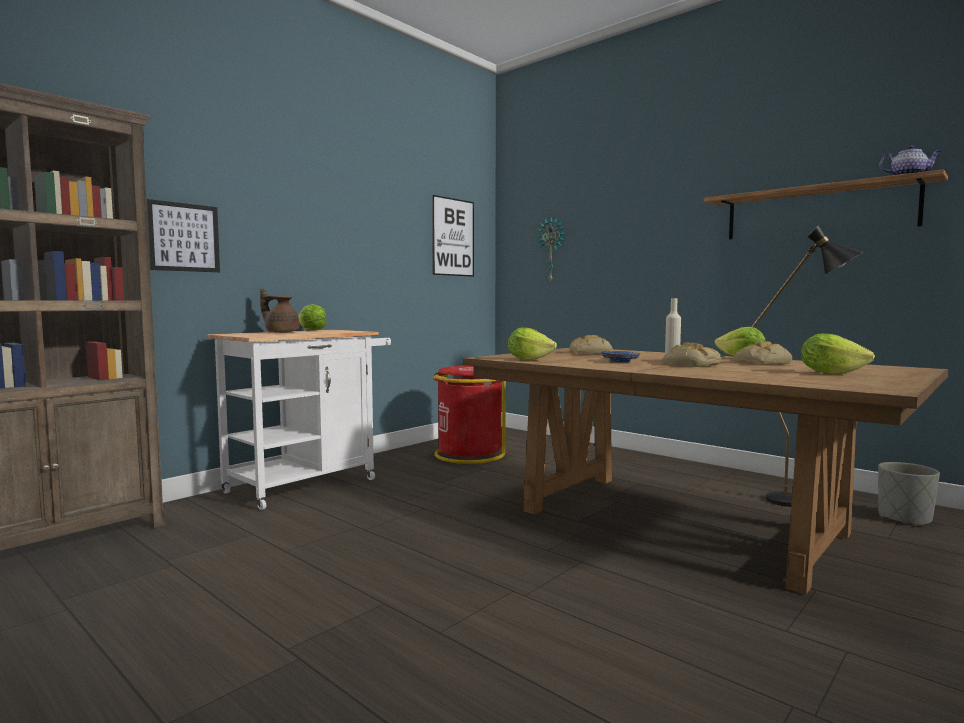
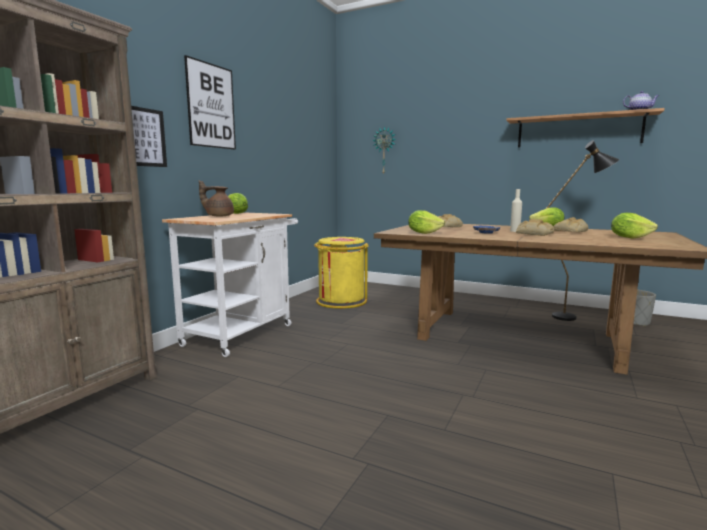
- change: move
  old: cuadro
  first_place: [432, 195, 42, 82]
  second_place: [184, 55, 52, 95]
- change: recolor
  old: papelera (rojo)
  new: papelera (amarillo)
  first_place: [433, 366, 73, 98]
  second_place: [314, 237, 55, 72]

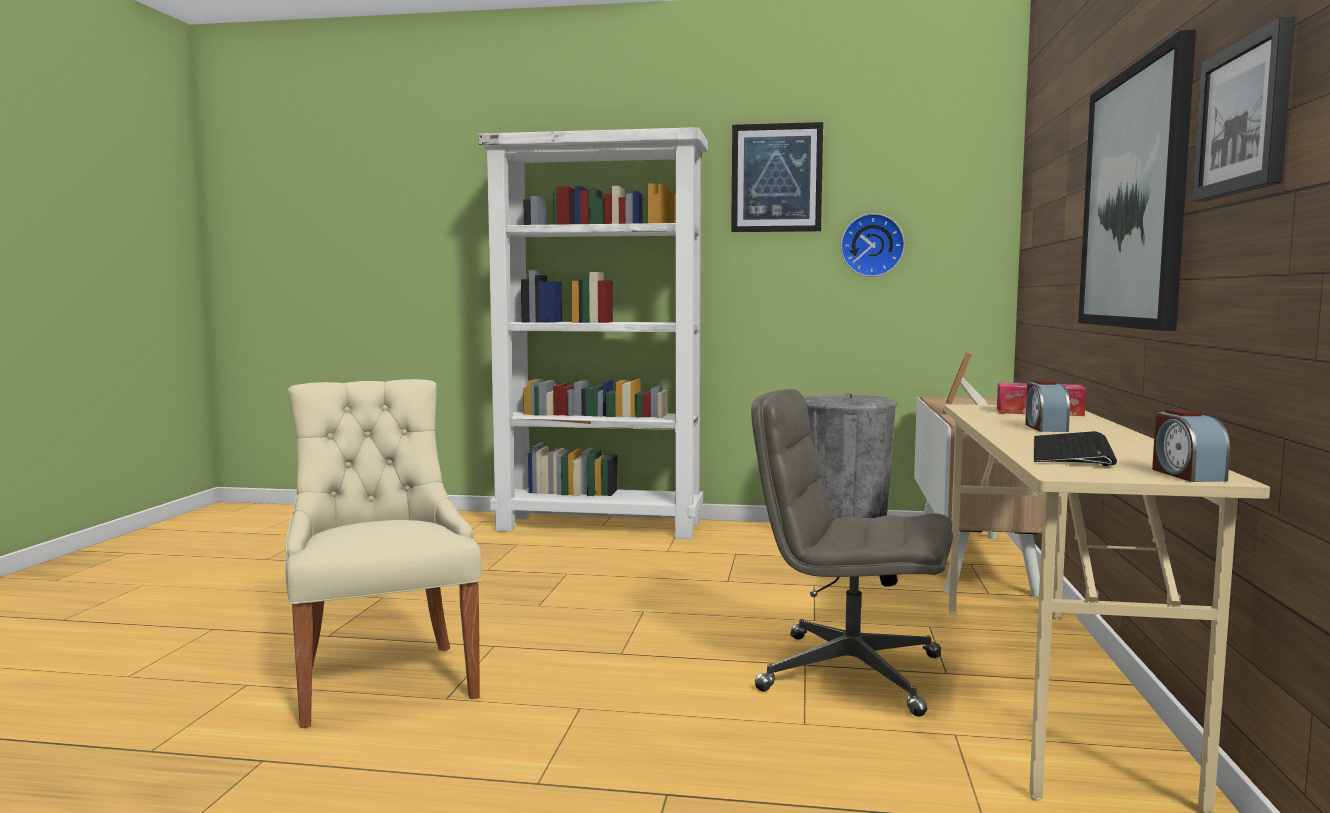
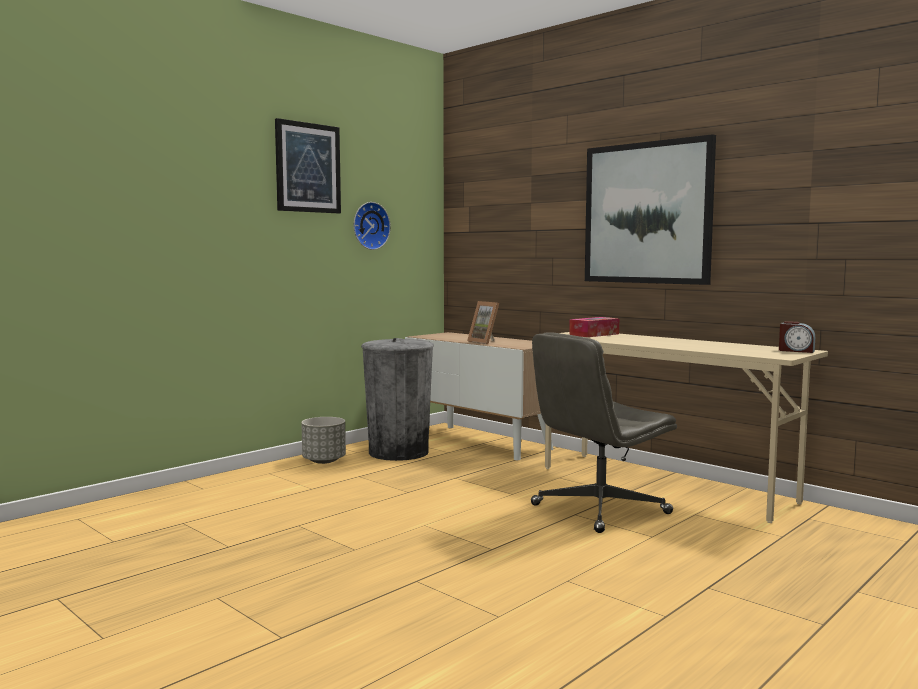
- change: delete
  old: cuadro
  first_place: [1192, 16, 103, 186]
- change: delete
  old: estantería (blanco)
  first_place: [478, 127, 230, 412]
- change: delete
  old: silla (beis)
  first_place: [285, 379, 197, 349]
- change: delete
  old: despertador
  first_place: [1025, 380, 45, 52]
- change: delete
  old: teclado
  first_place: [1034, 431, 83, 35]
- change: insert
  new: maceta (gris)
  second_place: [301, 417, 45, 47]

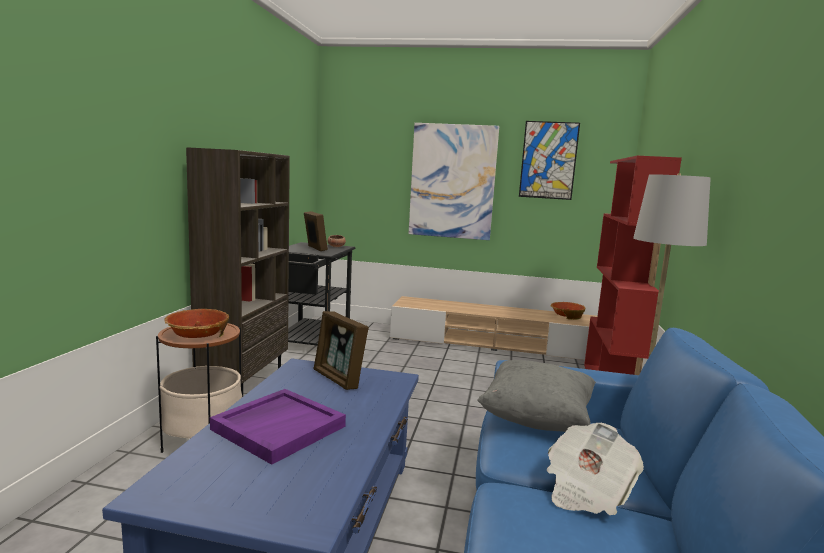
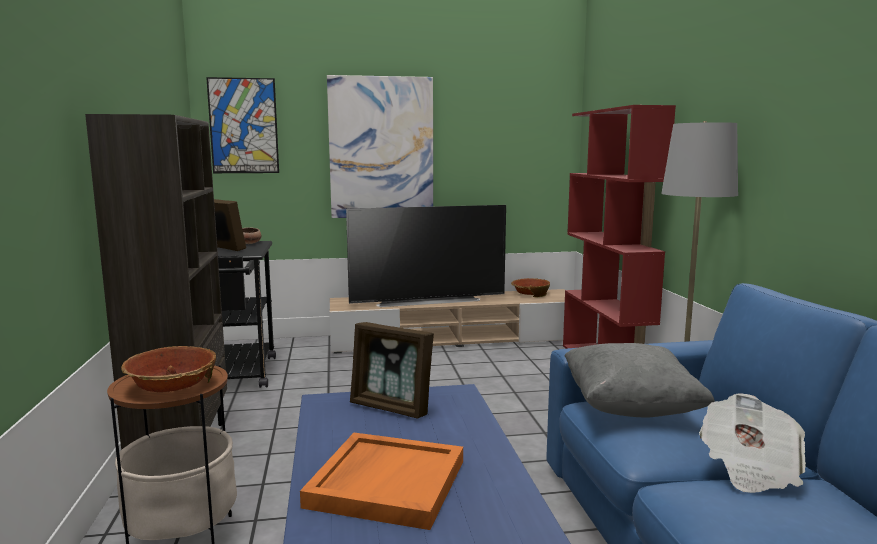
- change: move
  old: cuadro
  first_place: [519, 121, 61, 79]
  second_place: [206, 77, 73, 96]
- change: recolor
  old: bandeja (morado)
  new: bandeja (naranja)
  first_place: [210, 389, 136, 76]
  second_place: [300, 433, 163, 97]
- change: insert
  new: televisor
  second_place: [346, 205, 160, 102]

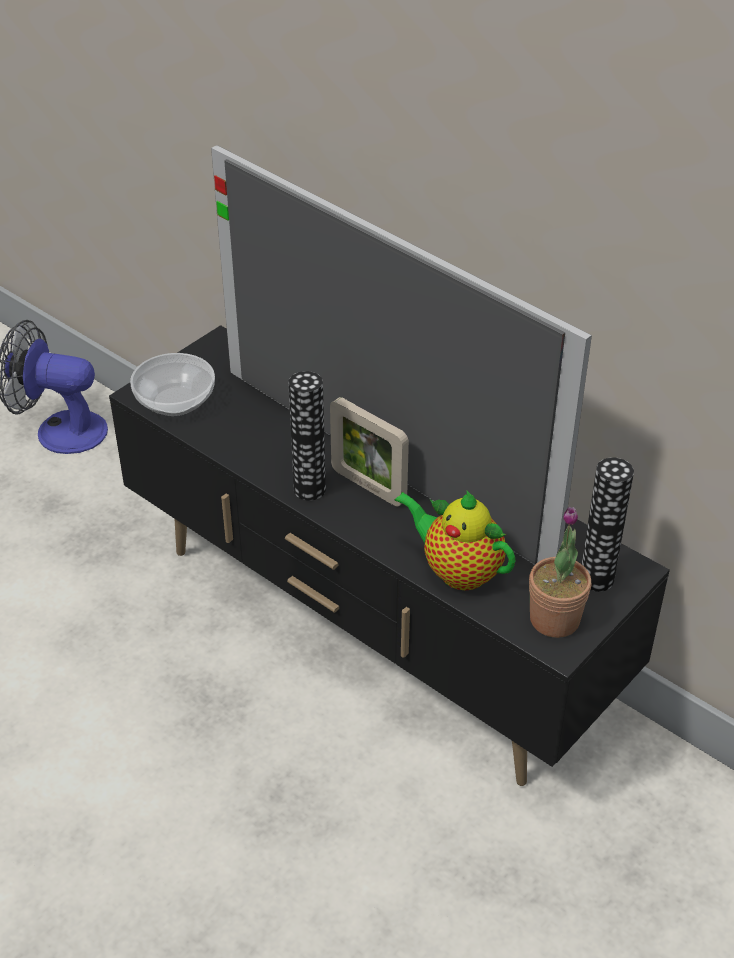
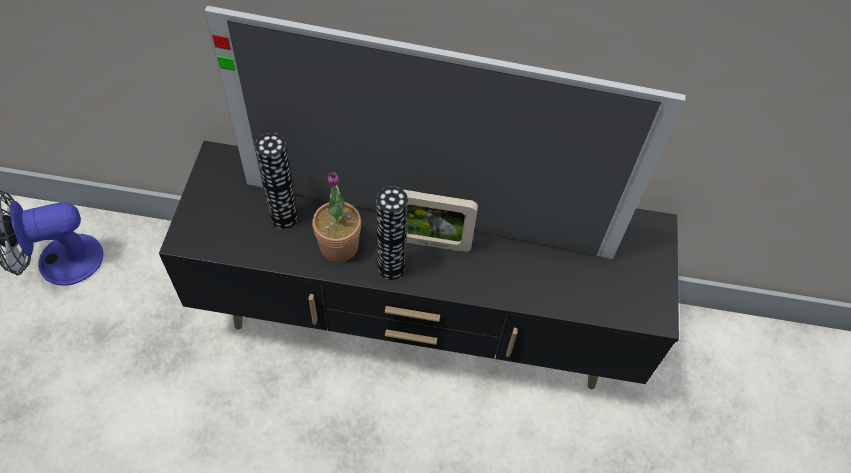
- change: delete
  old: cuenco
  first_place: [130, 353, 85, 63]
- change: move
  old: florero
  first_place: [582, 457, 52, 135]
  second_place: [255, 133, 43, 96]
- change: delete
  old: tetera
  first_place: [394, 491, 122, 100]
- change: move
  old: planta en maceta
  first_place: [529, 506, 62, 132]
  second_place: [312, 172, 49, 90]

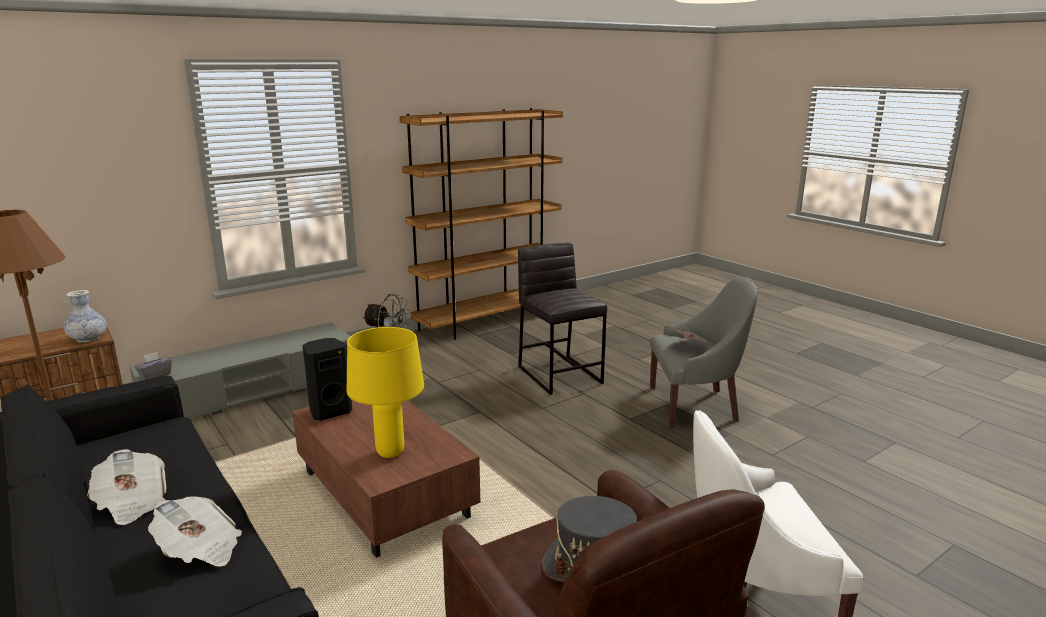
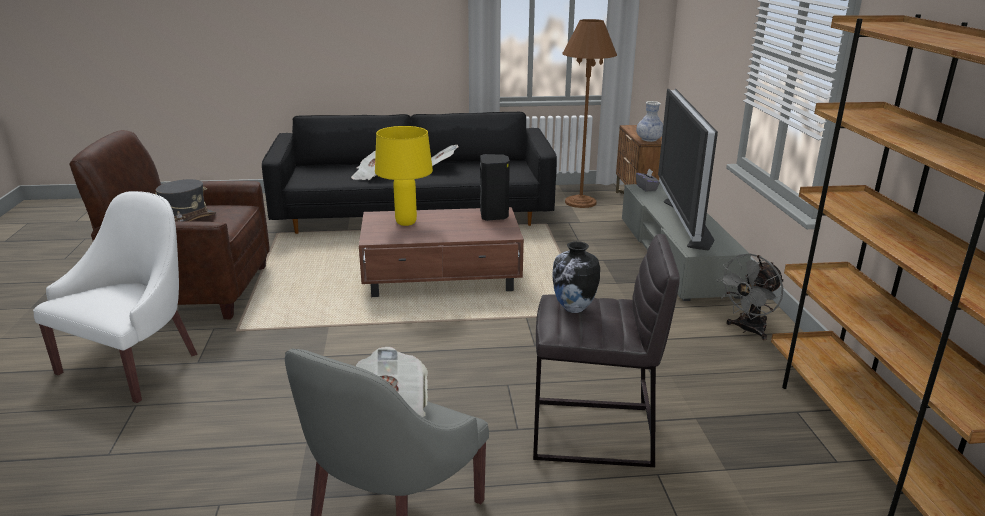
- change: insert
  new: televisor
  second_place: [658, 89, 60, 161]
- change: insert
  new: florero
  second_place: [552, 241, 48, 72]

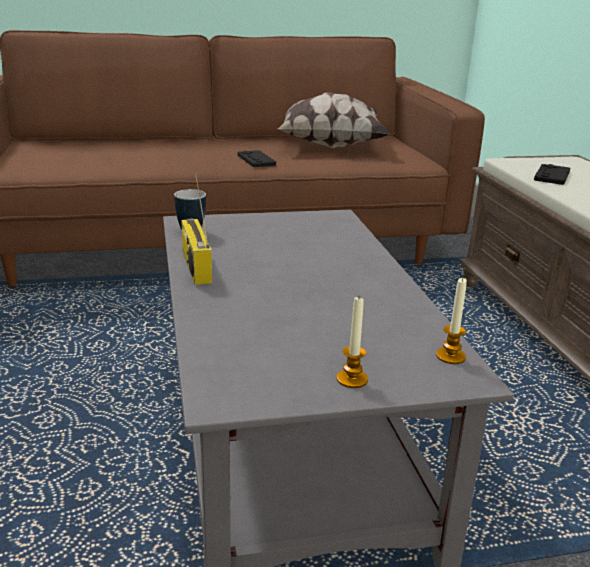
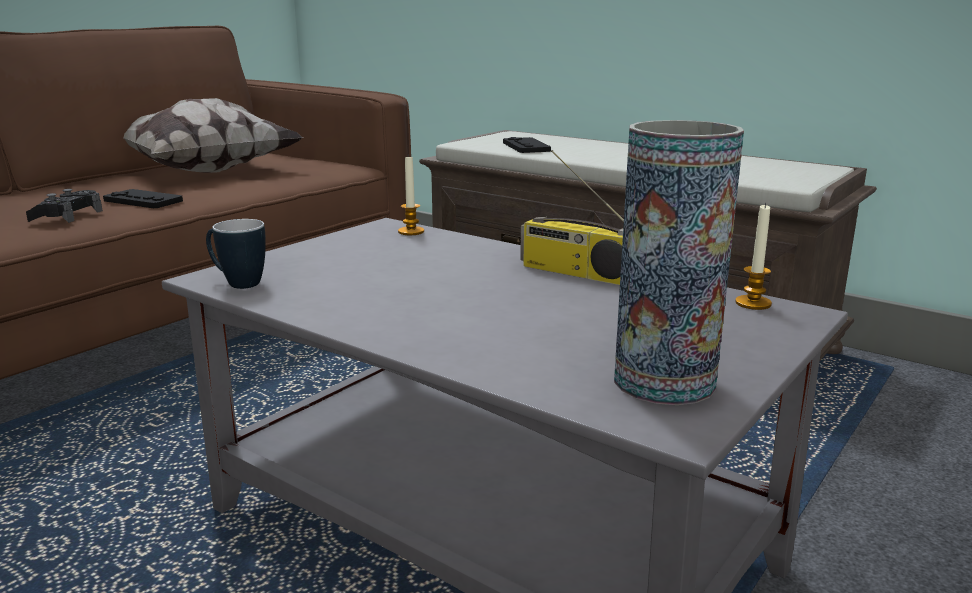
- change: move
  old: radio
  first_place: [181, 172, 31, 113]
  second_place: [520, 150, 104, 135]
- change: move
  old: vela
  first_place: [337, 297, 31, 91]
  second_place: [398, 154, 26, 81]
- change: insert
  new: florero
  second_place: [614, 120, 130, 285]
- change: insert
  new: mando de consola (negro)
  second_place: [26, 189, 77, 34]

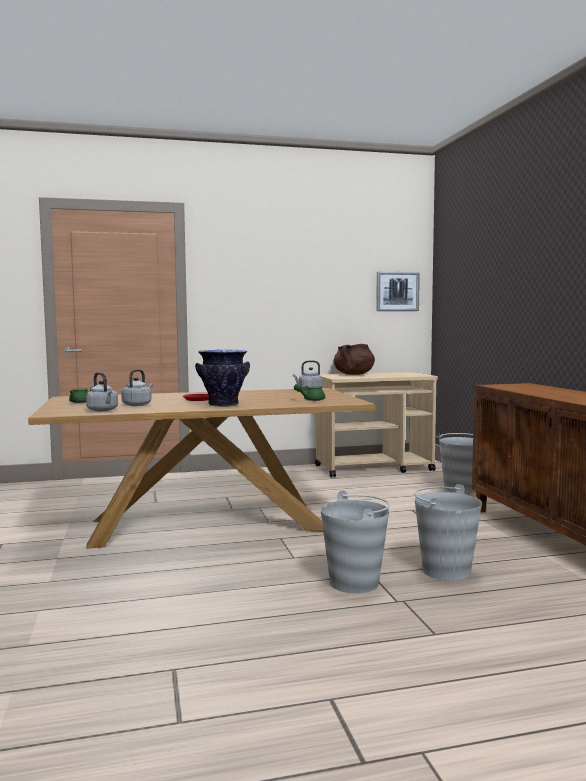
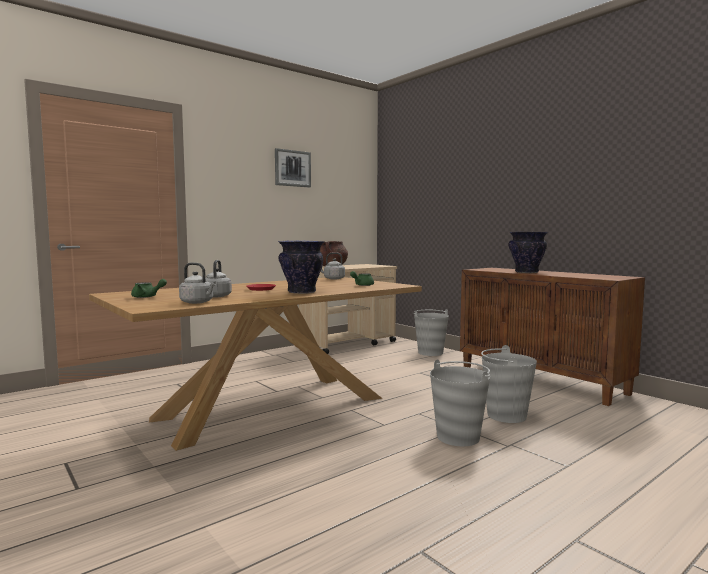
- change: move
  old: cuadro
  first_place: [376, 272, 44, 39]
  second_place: [275, 148, 36, 39]
- change: insert
  new: florero
  second_place: [509, 232, 39, 41]

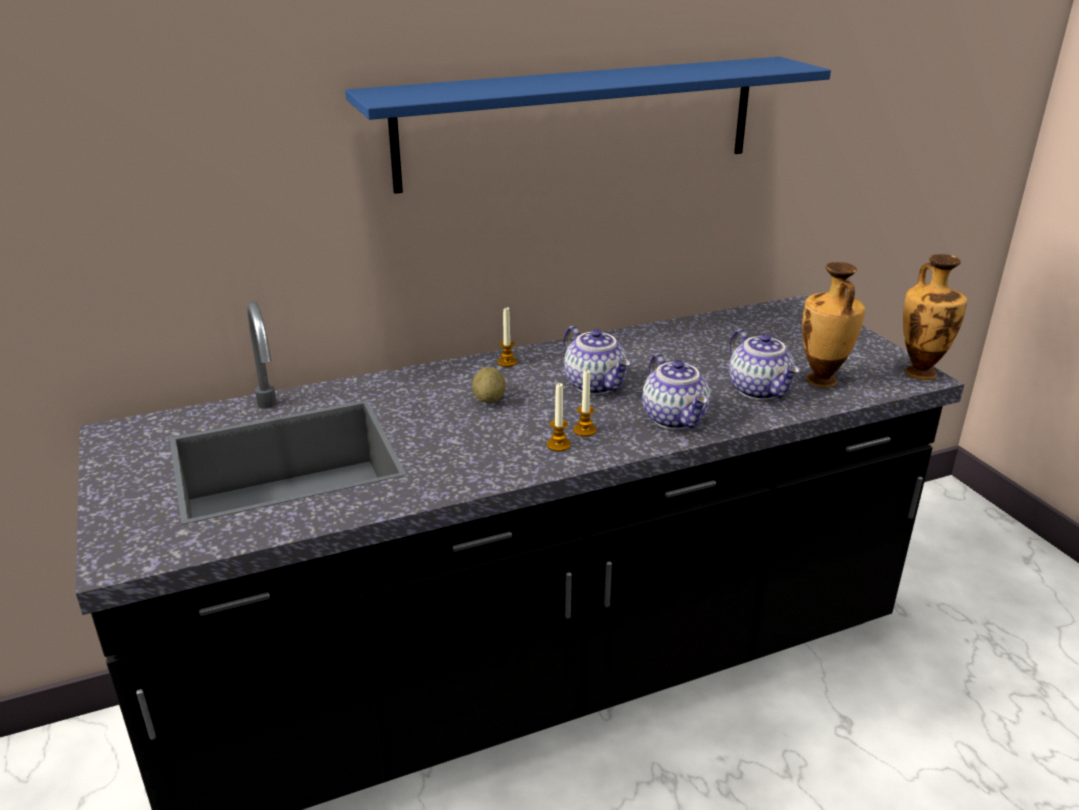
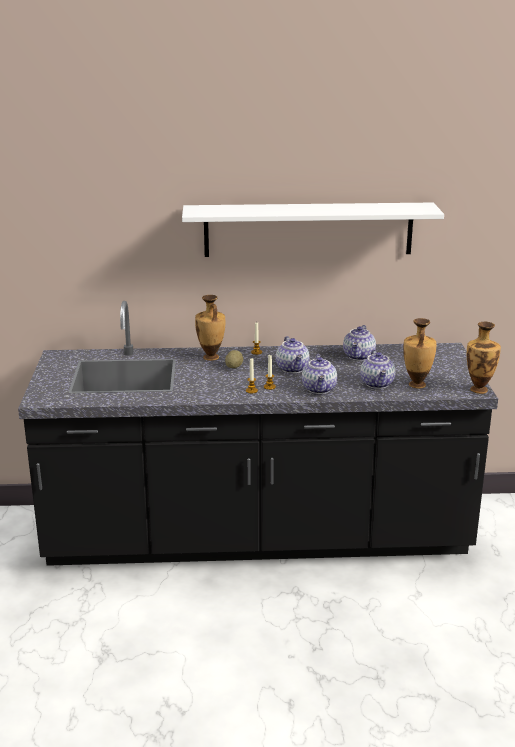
- change: recolor
  old: estante (azul)
  new: estante (blanco)
  first_place: [345, 57, 486, 137]
  second_place: [182, 203, 262, 54]
- change: insert
  new: florero
  second_place: [195, 295, 30, 66]
- change: insert
  new: tetera
  second_place: [343, 325, 33, 36]

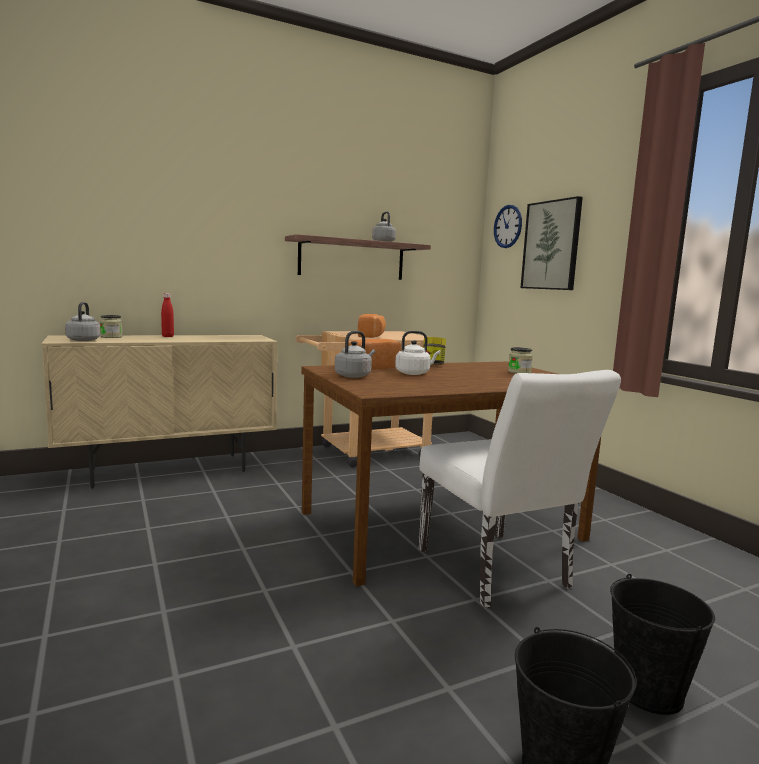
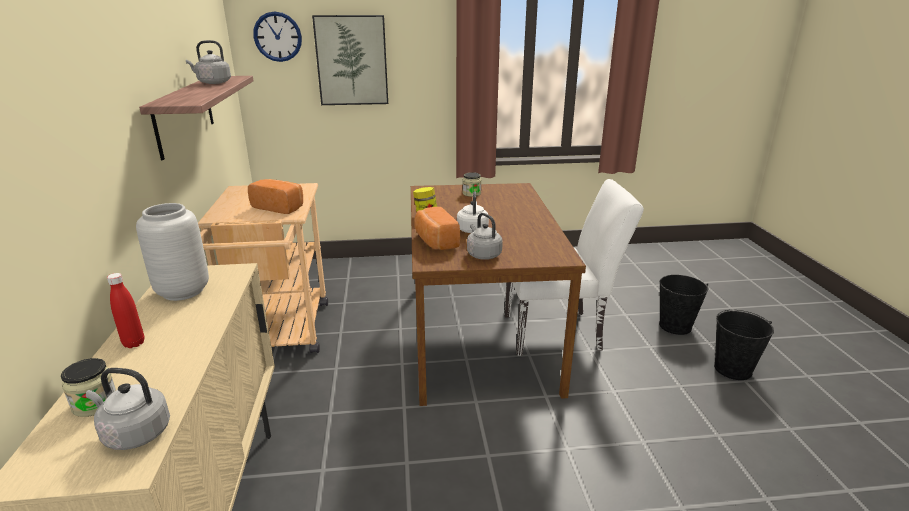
- change: insert
  new: florero (gris)
  second_place: [136, 203, 73, 98]

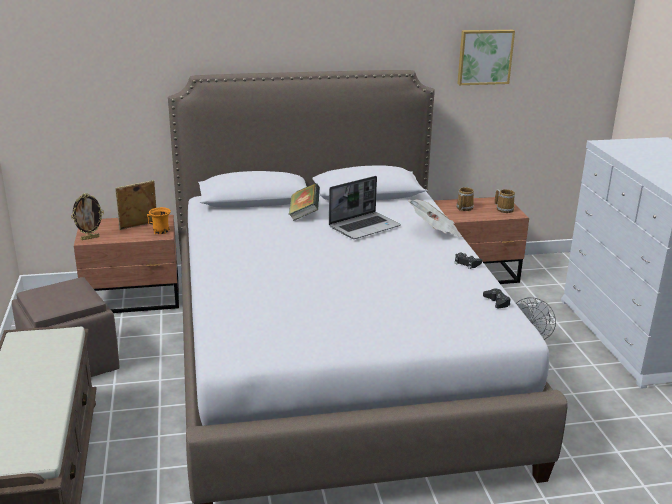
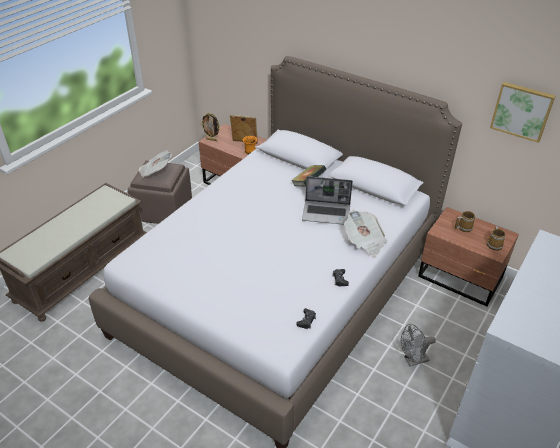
- change: insert
  new: periódico
  second_place: [138, 150, 34, 28]

